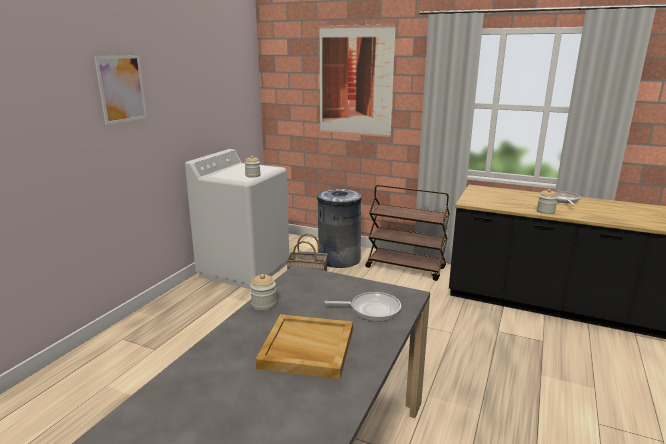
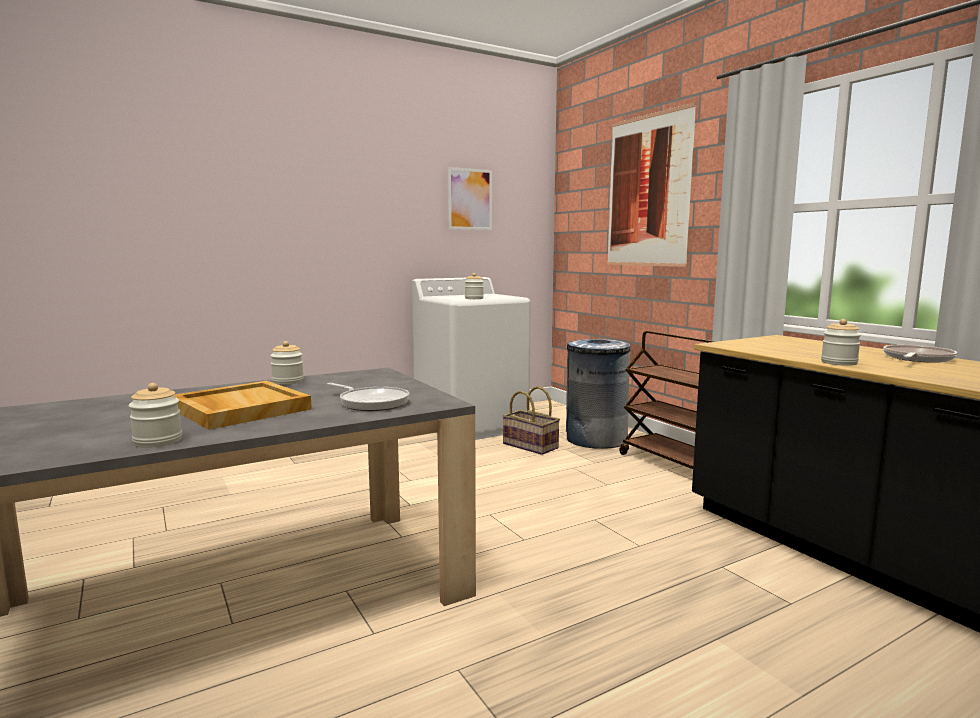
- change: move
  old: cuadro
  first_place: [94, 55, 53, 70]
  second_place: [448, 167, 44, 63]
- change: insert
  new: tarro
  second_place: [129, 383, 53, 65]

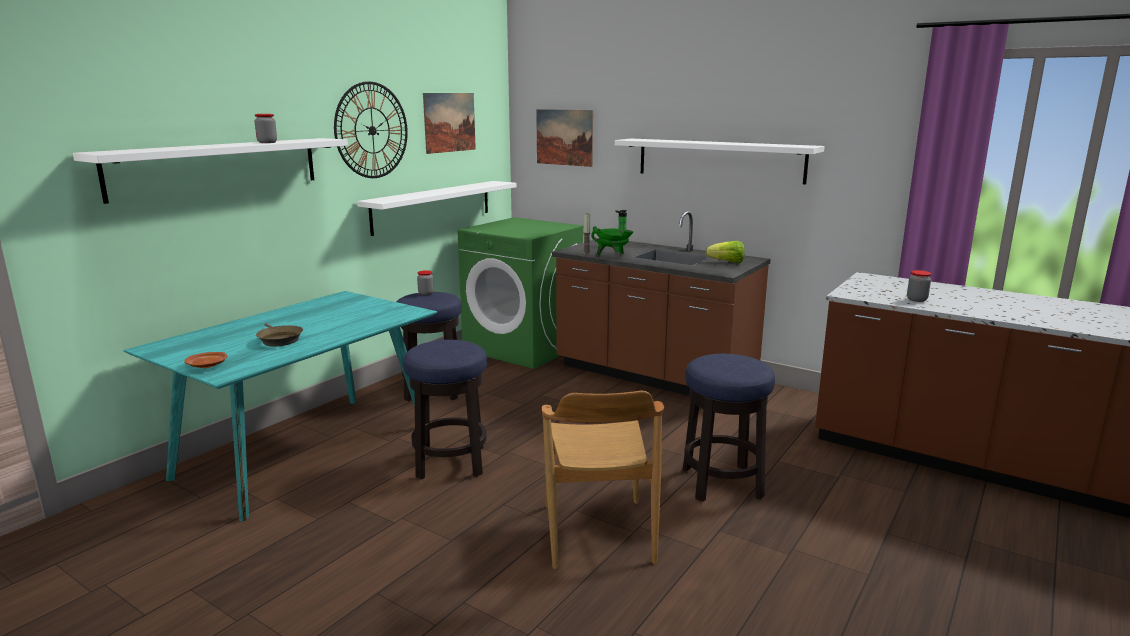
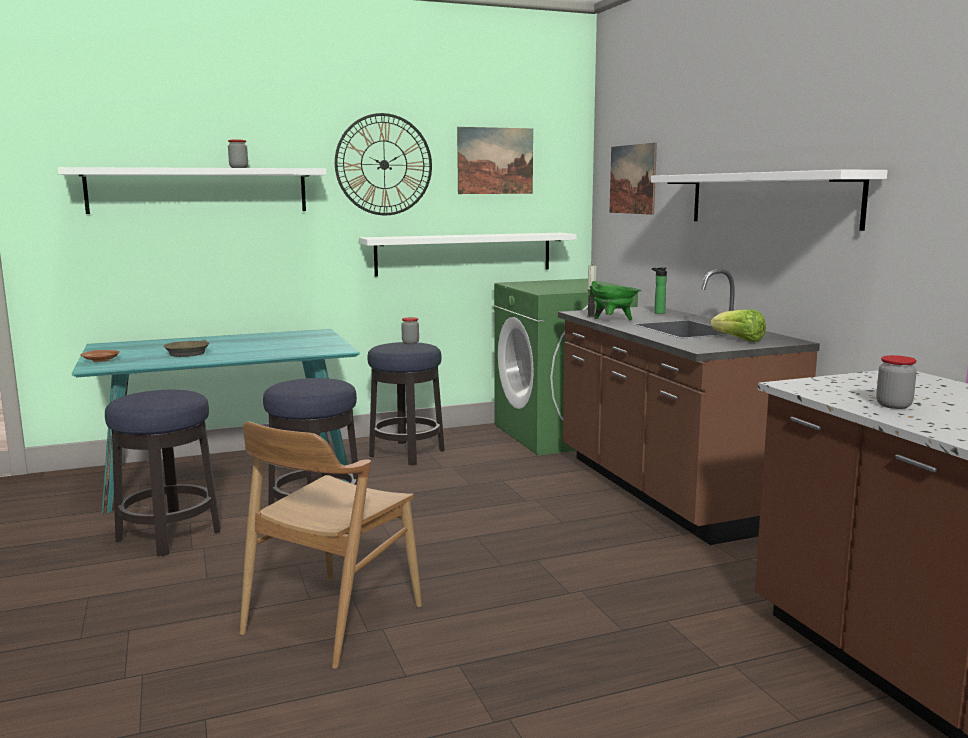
- change: move
  old: taburete
  first_place: [683, 354, 92, 148]
  second_place: [105, 390, 116, 166]

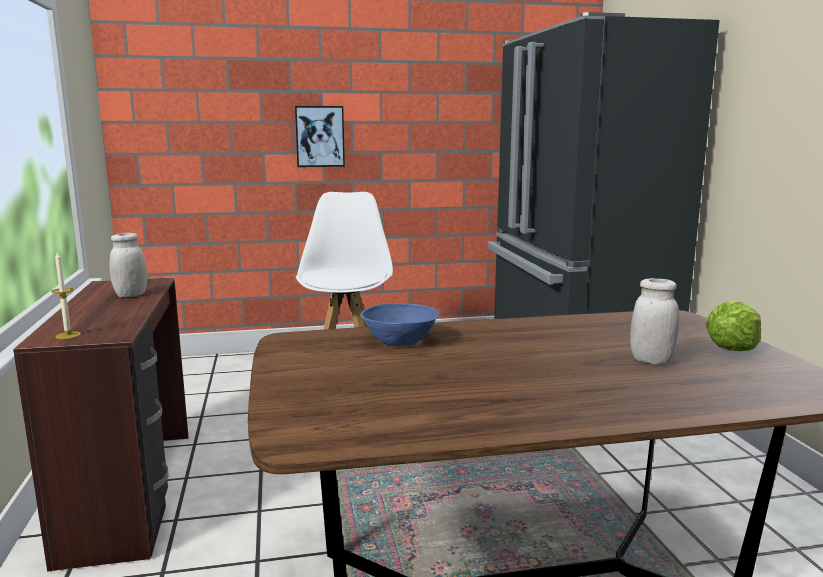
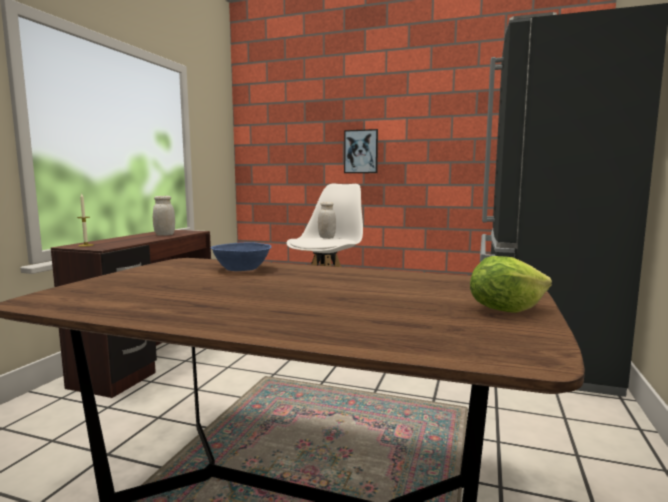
- change: move
  old: tarro (blanco)
  first_place: [630, 278, 49, 86]
  second_place: [318, 202, 18, 37]

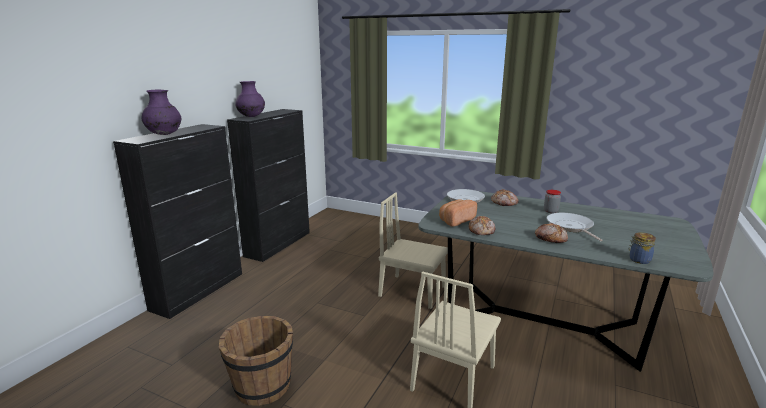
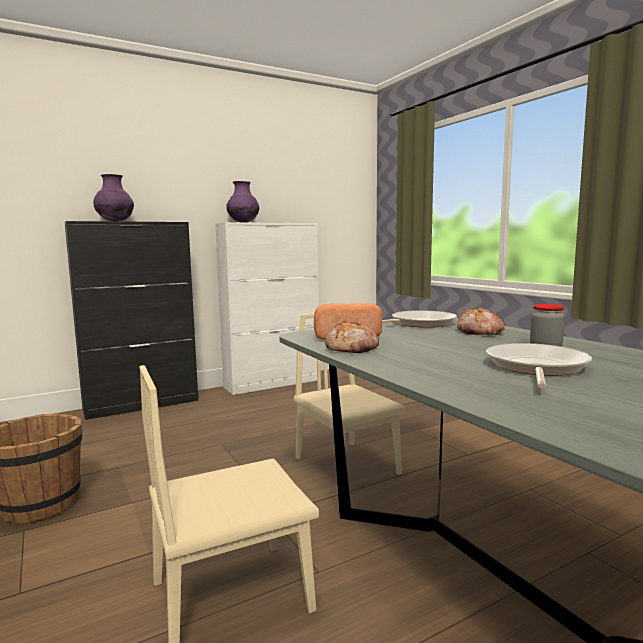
- change: recolor
  old: armario (negro)
  new: armario (blanco)
  first_place: [227, 109, 83, 153]
  second_place: [216, 222, 103, 173]
- change: delete
  old: pan
  first_place: [535, 223, 33, 20]
- change: delete
  old: tarro
  first_place: [628, 232, 28, 32]

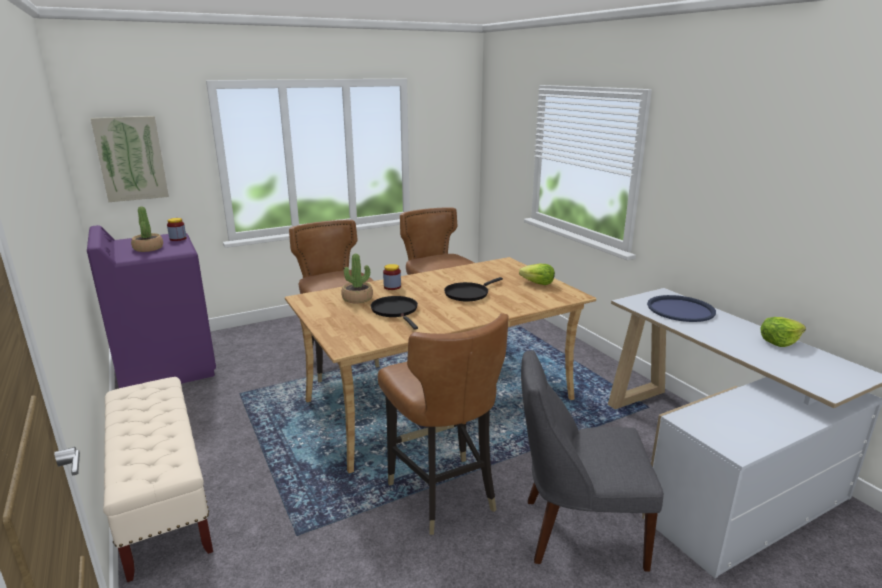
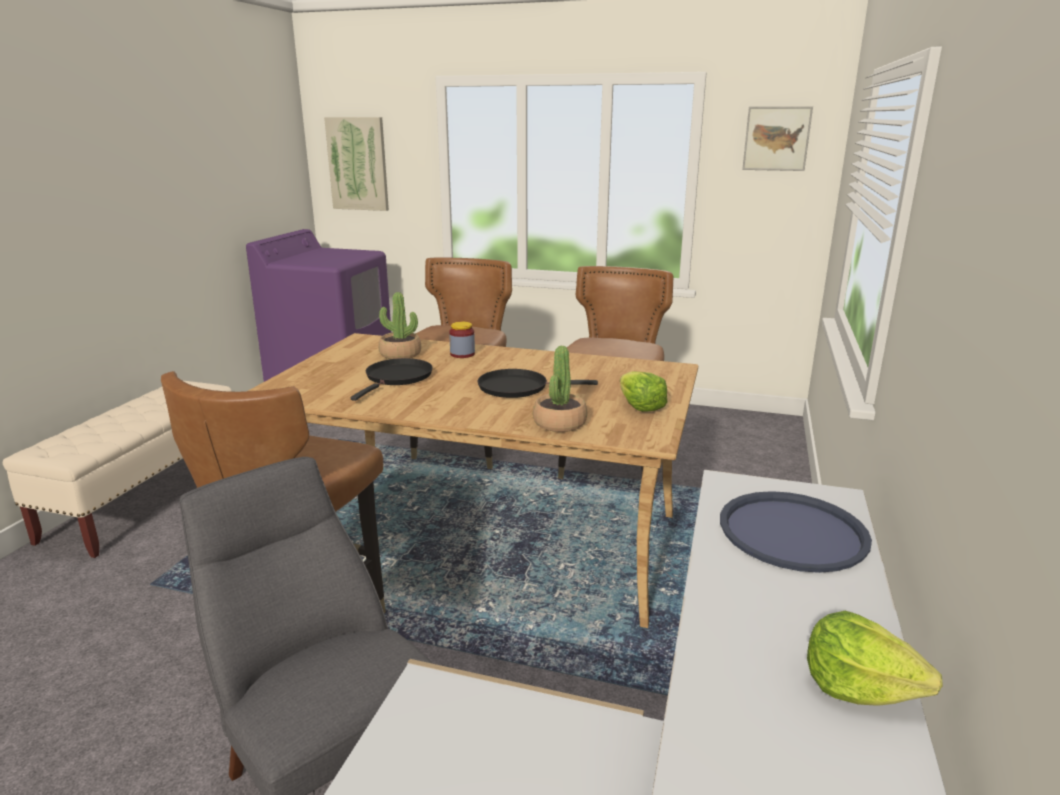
- change: move
  old: planta en maceta
  first_place: [131, 206, 32, 46]
  second_place: [533, 346, 54, 86]
- change: delete
  old: tarro
  first_place: [167, 218, 20, 23]
- change: insert
  new: cuadro
  second_place: [742, 106, 71, 65]

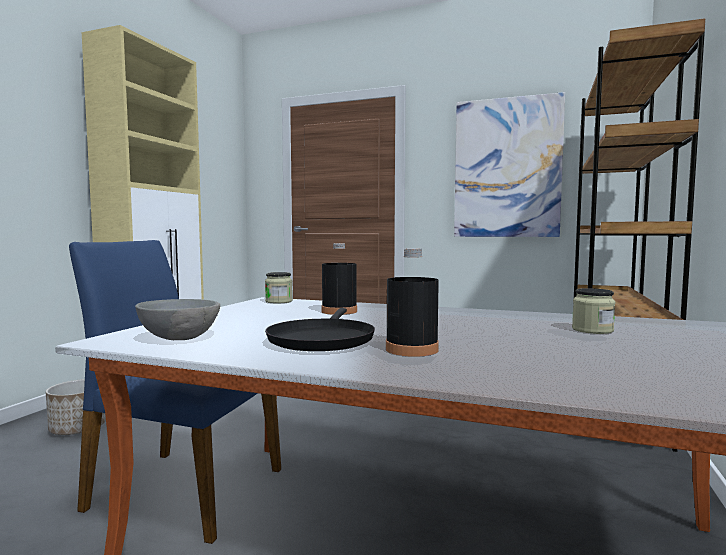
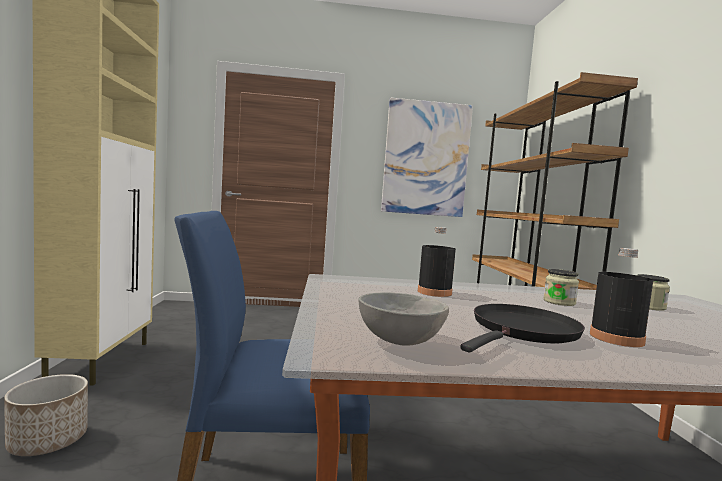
- change: move
  old: tarro
  first_place: [265, 272, 28, 31]
  second_place: [543, 269, 36, 37]
- change: rotate
  old: sartén (negro)
  first_place: [265, 308, 110, 43]
  second_place: [460, 304, 125, 49]
  degrees: -120

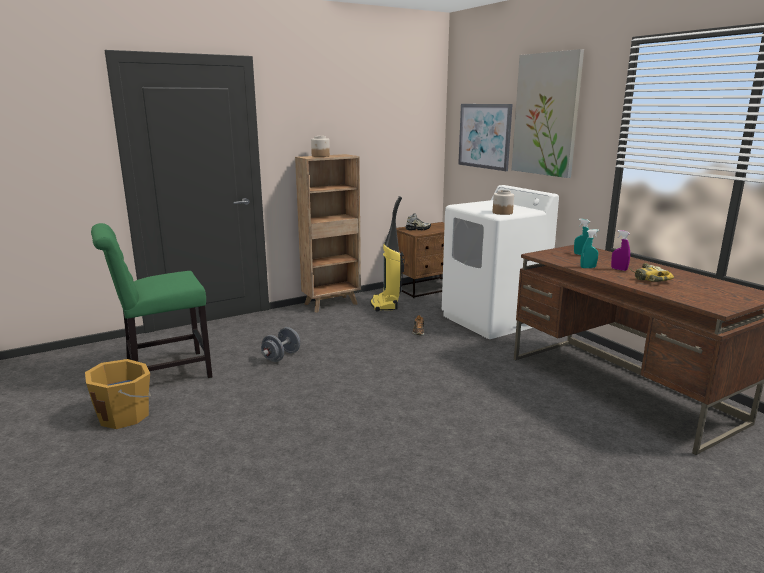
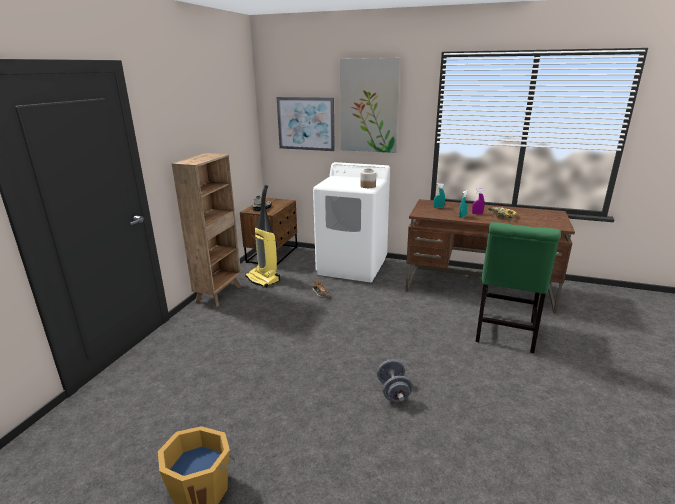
- change: delete
  old: tarro
  first_place: [311, 136, 19, 21]
- change: move
  old: silla (verde)
  first_place: [91, 223, 121, 155]
  second_place: [475, 222, 86, 131]
- change: move
  old: mancuerna (gris)
  first_place: [261, 327, 39, 35]
  second_place: [377, 359, 36, 43]

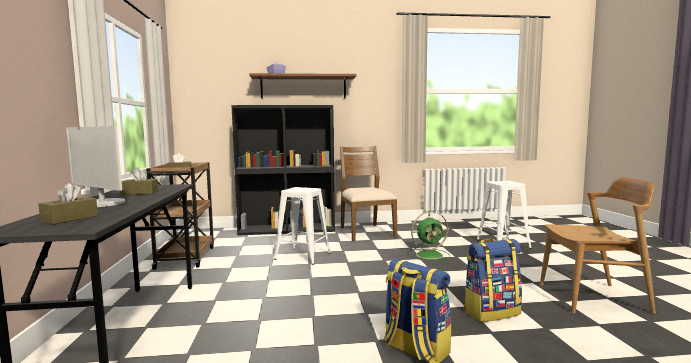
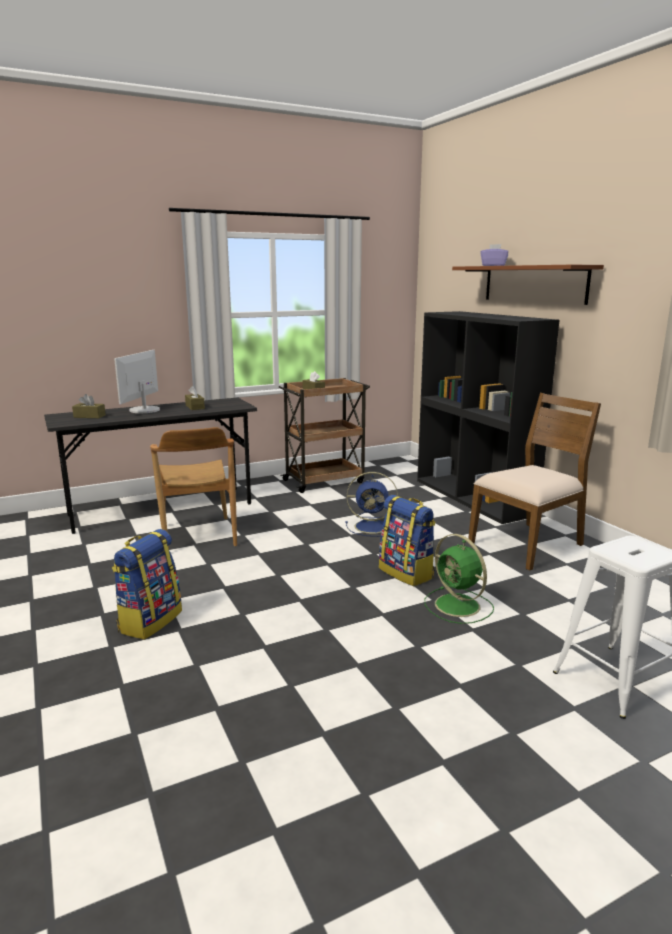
- change: move
  old: silla (marrón)
  first_place: [540, 177, 116, 137]
  second_place: [150, 427, 87, 122]
- change: replace
  old: taburete (blanco)
  new: ventilador (azul)
  first_place: [274, 187, 57, 78]
  second_place: [345, 472, 53, 65]
- change: move
  old: mochila
  first_place: [464, 239, 58, 83]
  second_place: [379, 495, 57, 91]

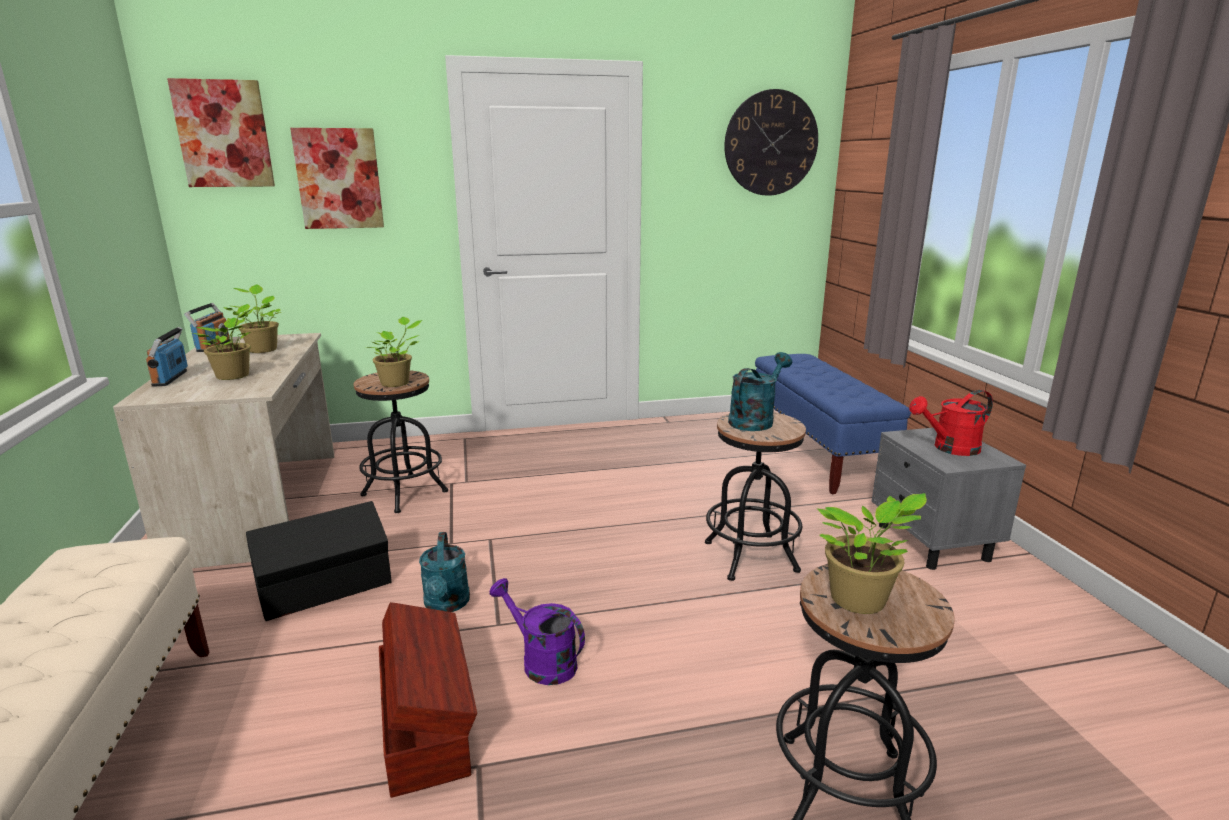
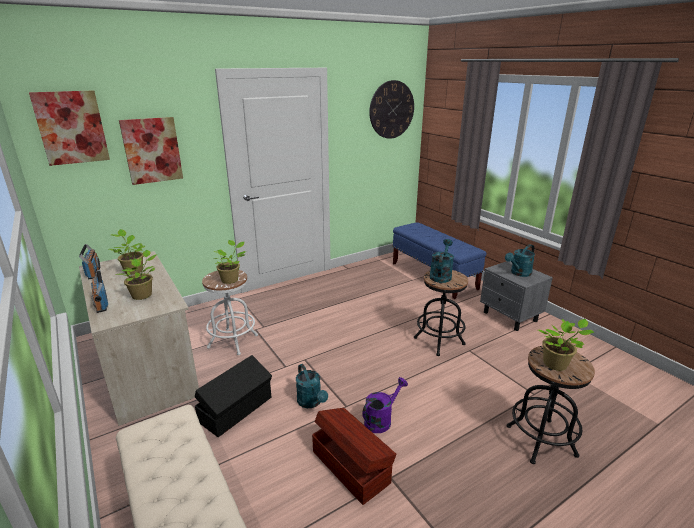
- change: recolor
  old: taburete (negro)
  new: taburete (blanco)
  first_place: [354, 370, 94, 143]
  second_place: [202, 270, 56, 85]
- change: recolor
  old: regadera (rojo)
  new: regadera (turquesa)
  first_place: [909, 390, 84, 66]
  second_place: [505, 244, 30, 33]
- change: rotate
  old: regadera (morado)
  first_place: [490, 578, 95, 107]
  second_place: [362, 377, 46, 56]
  degrees: 120

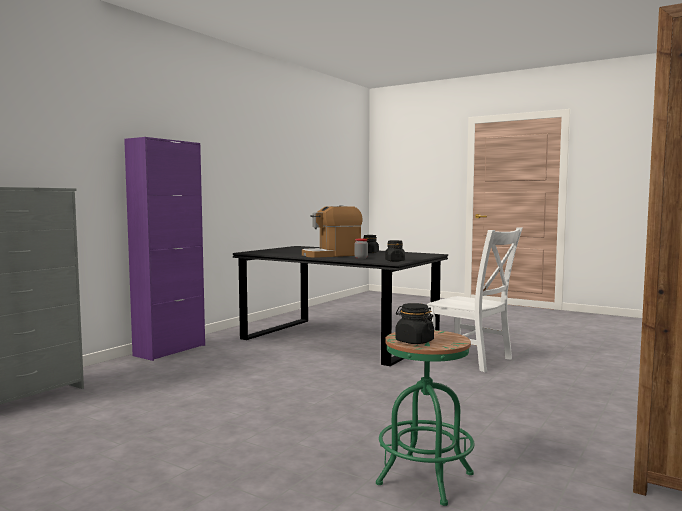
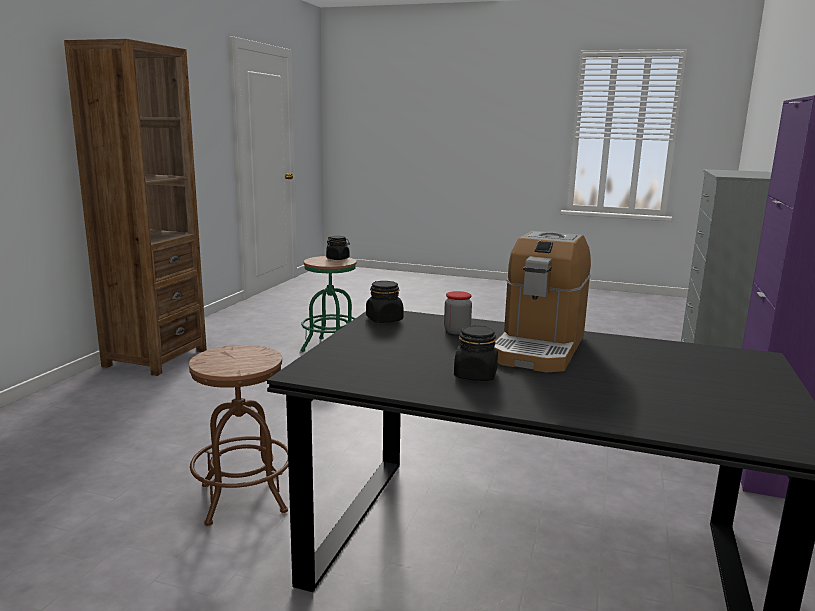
- change: rotate
  old: cafetera
  first_place: [302, 205, 61, 53]
  second_place: [494, 231, 97, 142]
  degrees: 150
- change: replace
  old: silla (blanco)
  new: taburete (marrón)
  first_place: [427, 228, 96, 144]
  second_place: [189, 345, 99, 181]

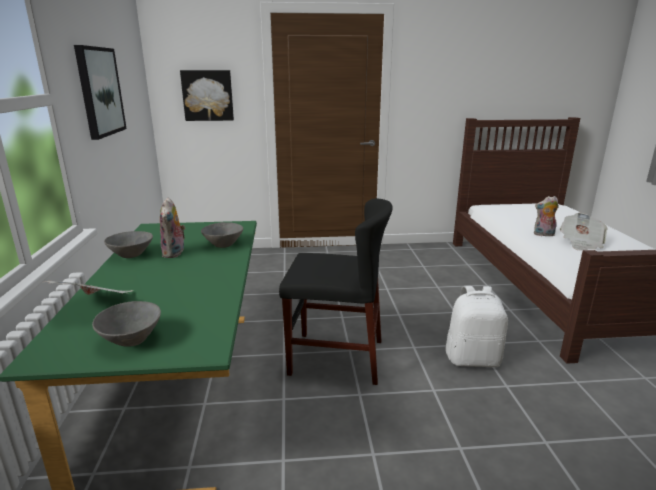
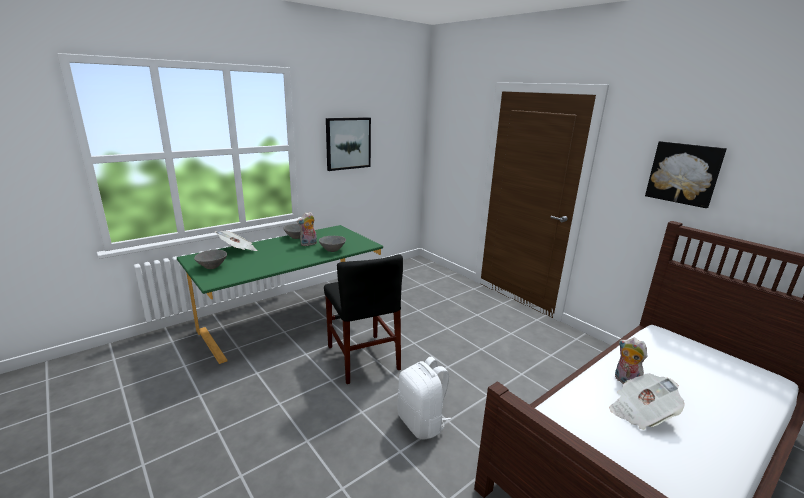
- change: move
  old: cuadro
  first_place: [180, 70, 54, 51]
  second_place: [645, 141, 82, 67]

